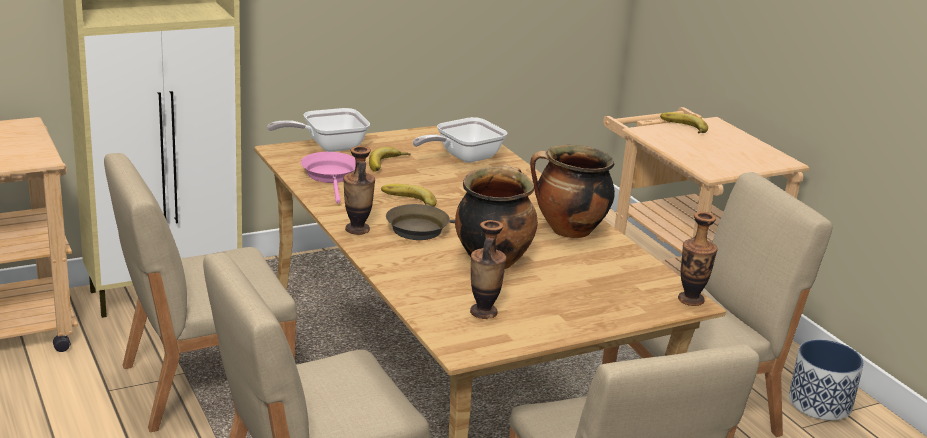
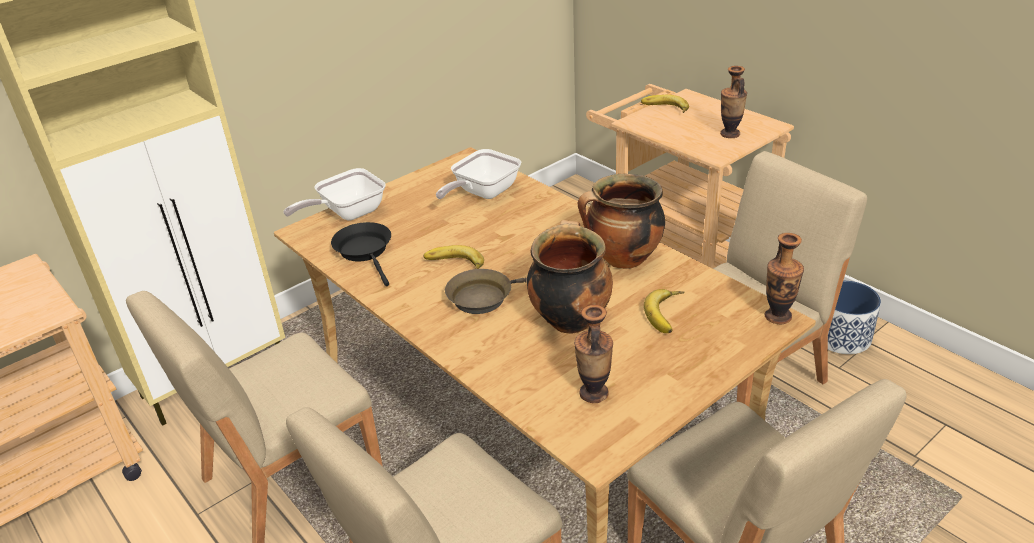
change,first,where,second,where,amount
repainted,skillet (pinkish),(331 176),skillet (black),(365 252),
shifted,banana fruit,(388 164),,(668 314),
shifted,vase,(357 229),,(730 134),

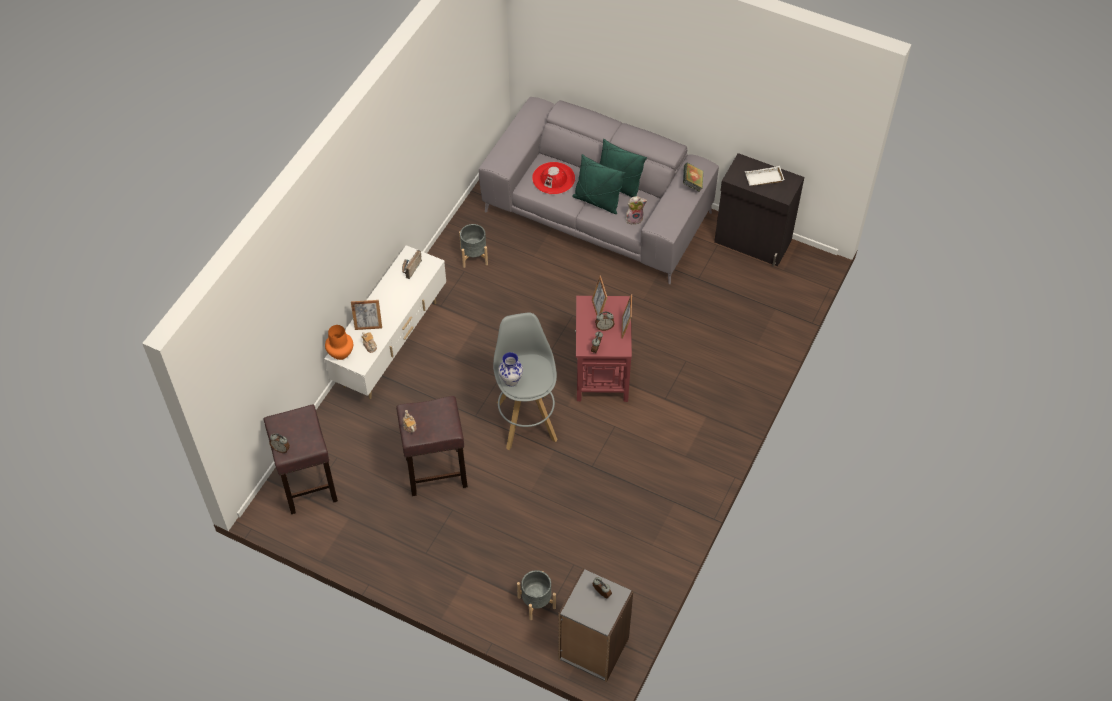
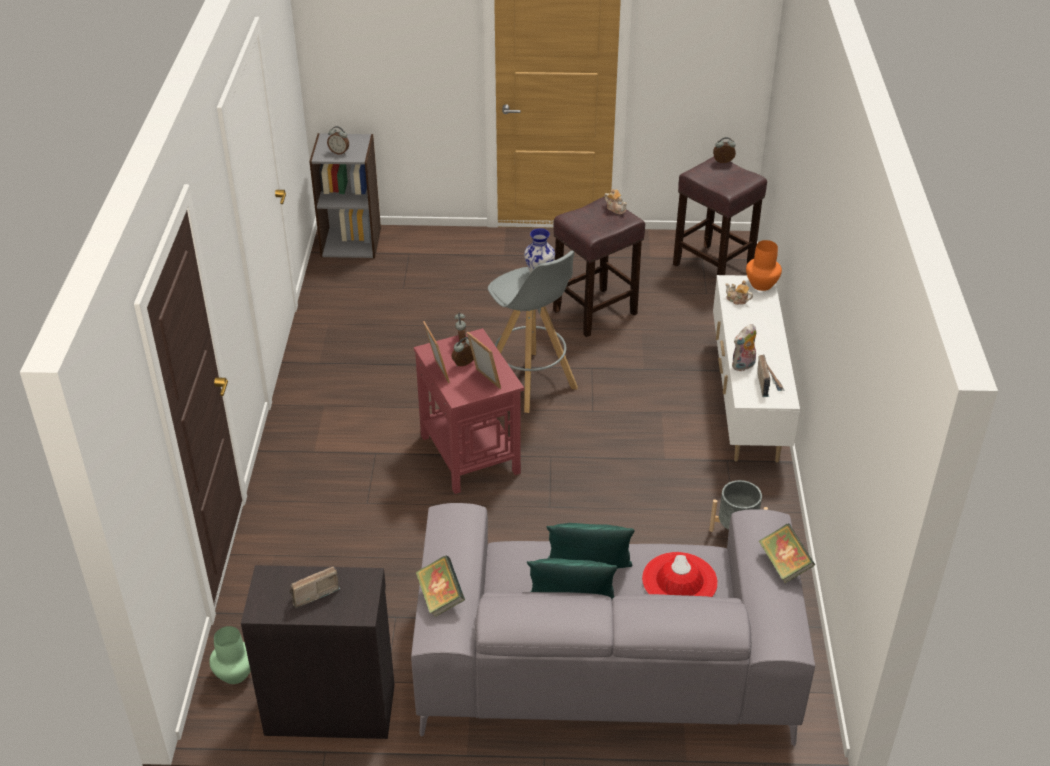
change,first,where,second,where,amount
new,,,vase (green),(234 673),
swapped,tray (white),(763 179),radio set,(312 593),
shifted,soft toy,(634 219),,(743 366),
new,,,bound book,(784 564),
gone,picture frame,(368 325),,,
gone,flower pot (gray),(536 602),,,

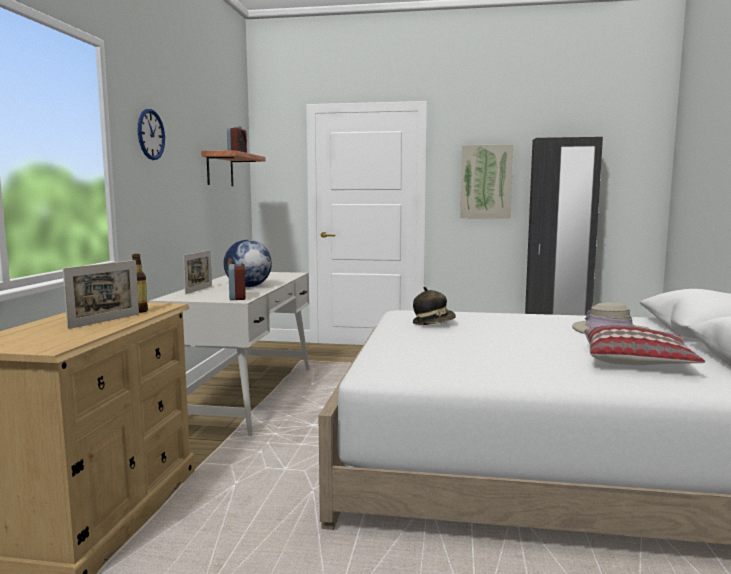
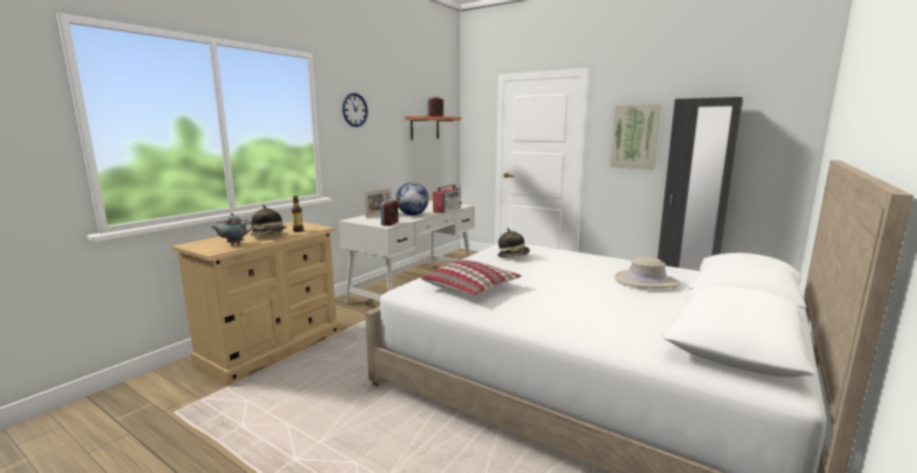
change,first,where,second,where,amount
new,,,teapot,(234 244),
swapped,picture frame,(105 321),clothing hat,(269 236),
shifted,throw pillow,(637 361),,(471 288),
new,,,radio set,(447 209),

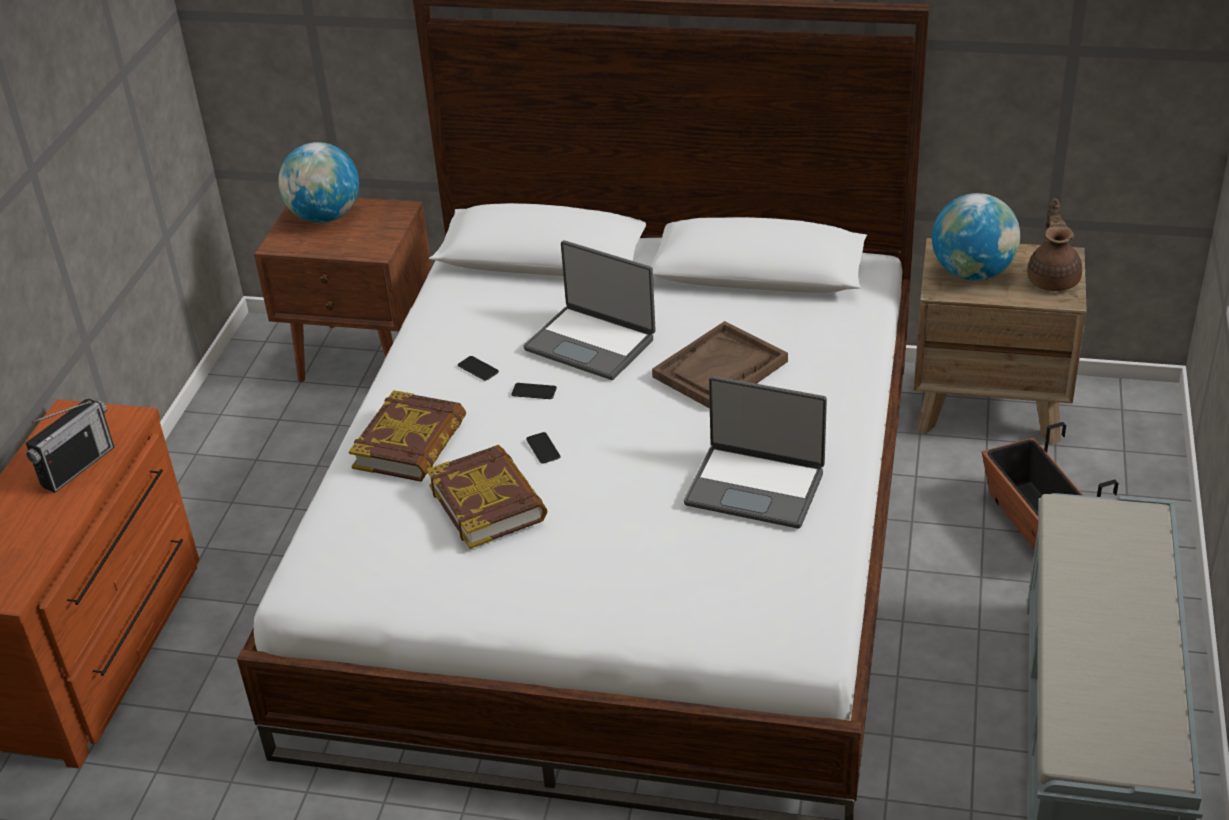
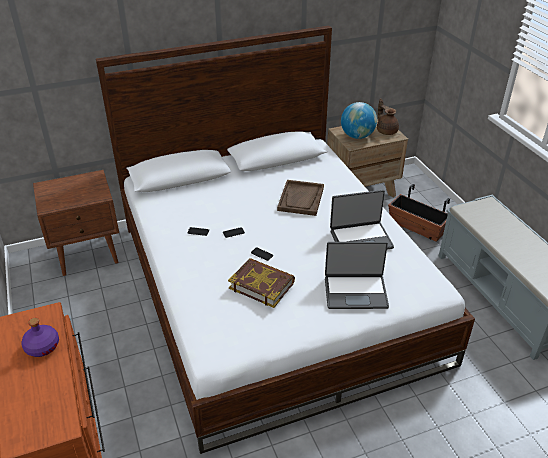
change,first,where,second,where,amount
swapped,radio set,(77 466),bottle (purple),(42 346),
shifted,portable computer,(591 343),,(355 292),
gone,desk globe,(325 217),,,
gone,bound book,(411 444),,,

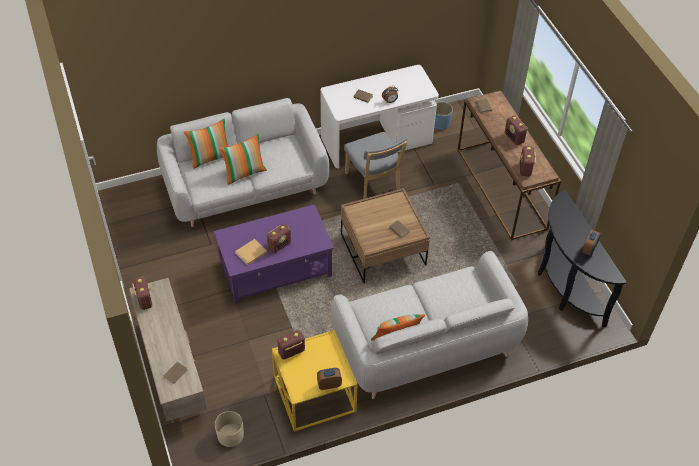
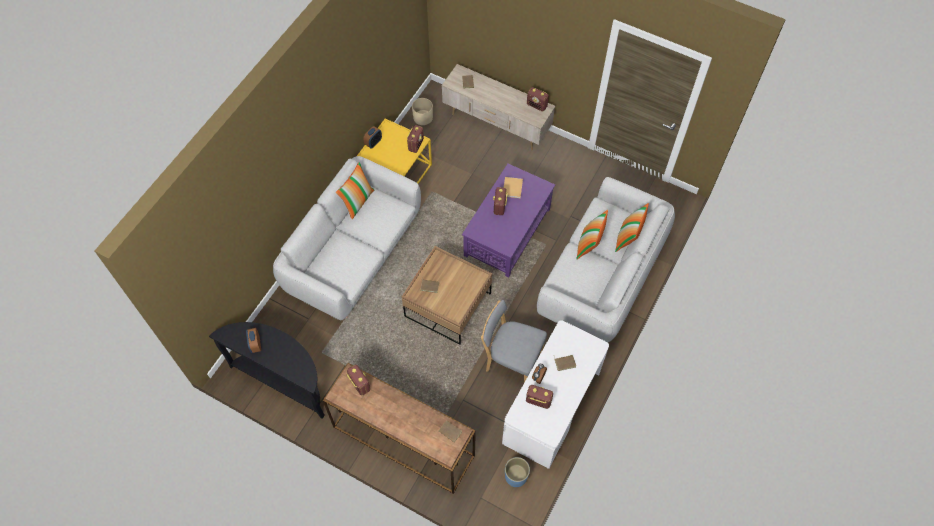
change,first,where,second,where,amount
shifted,radio set,(514 138),,(538 401),

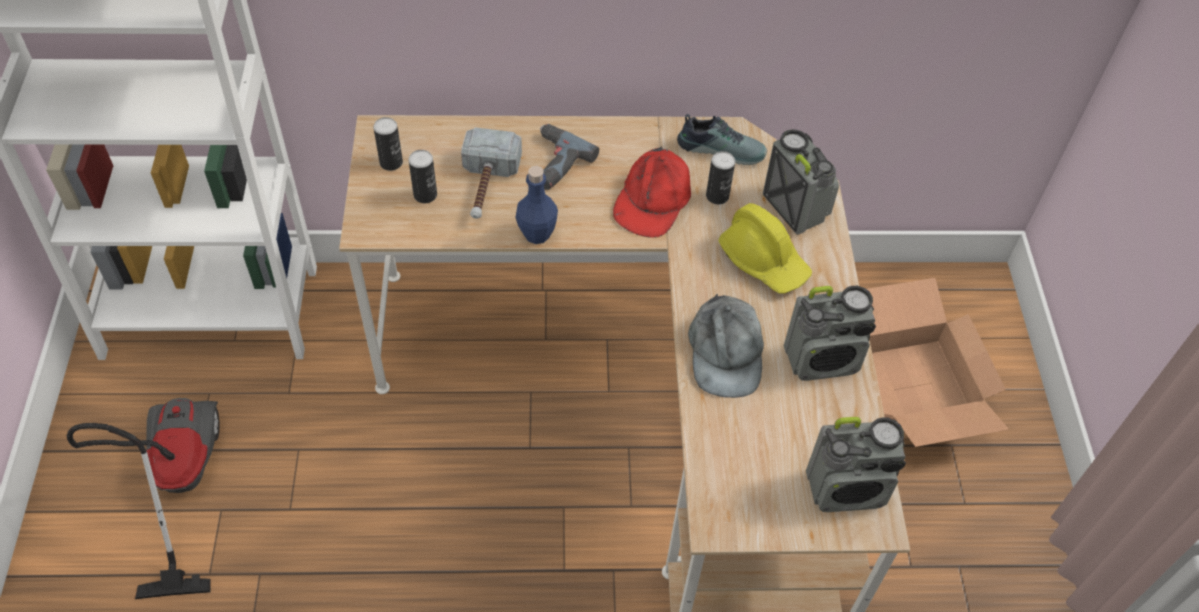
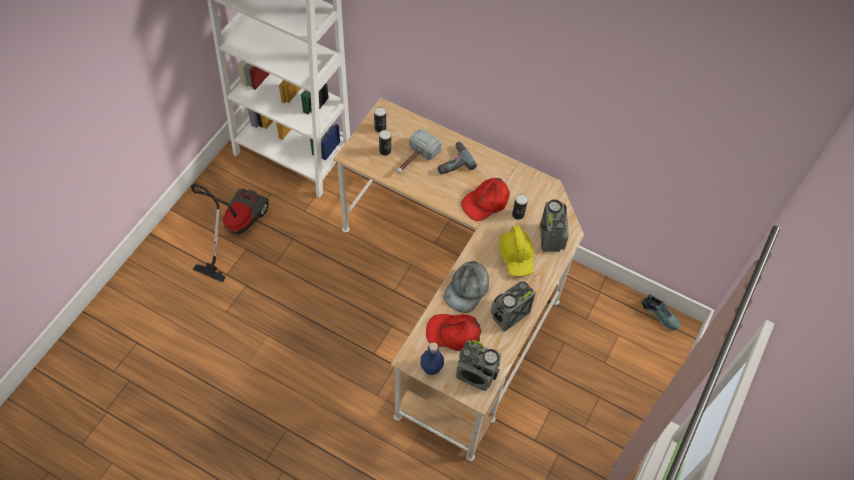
change,first,where,second,where,amount
shifted,bottle (blue),(537 234),,(431 368),
new,,,cap (red-coloured),(453 333),
rotated,radio set,(822 360),,(509 315),120 degrees clockwise
shifted,item of footwear,(721 148),,(661 314),
gone,carton,(915 387),,,

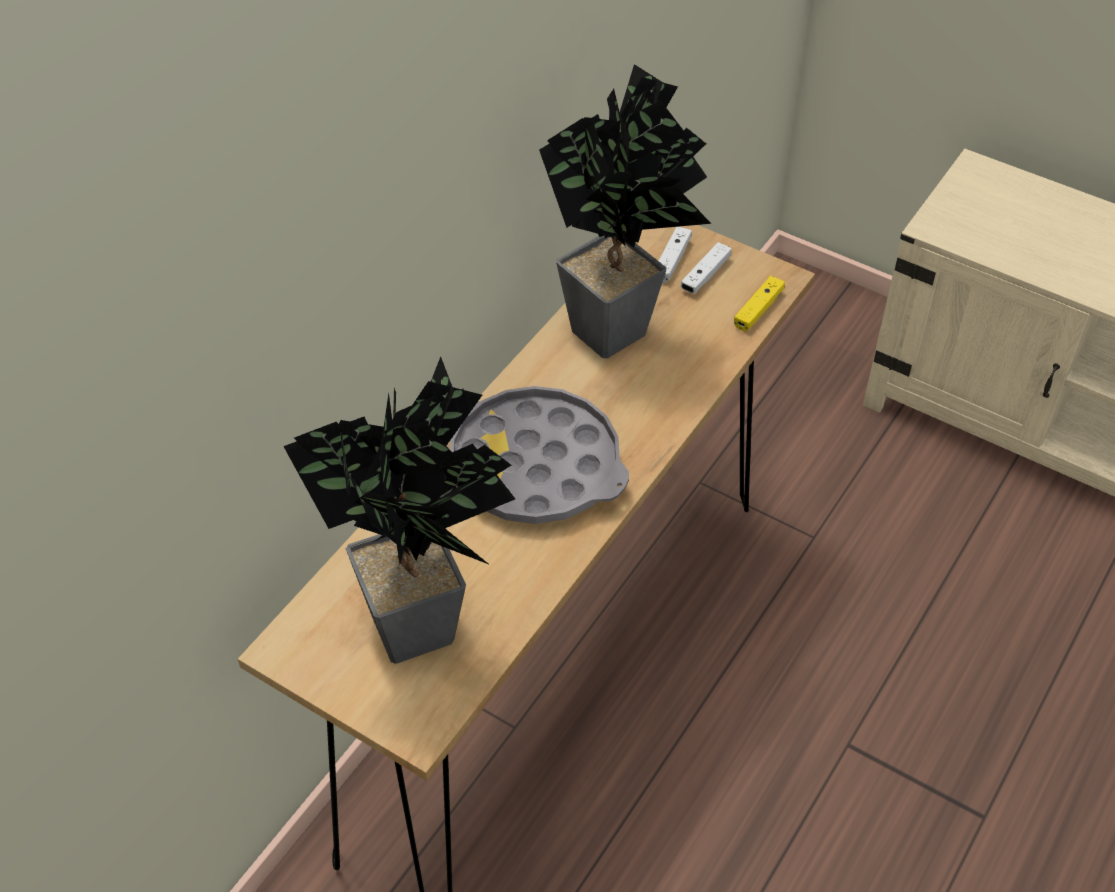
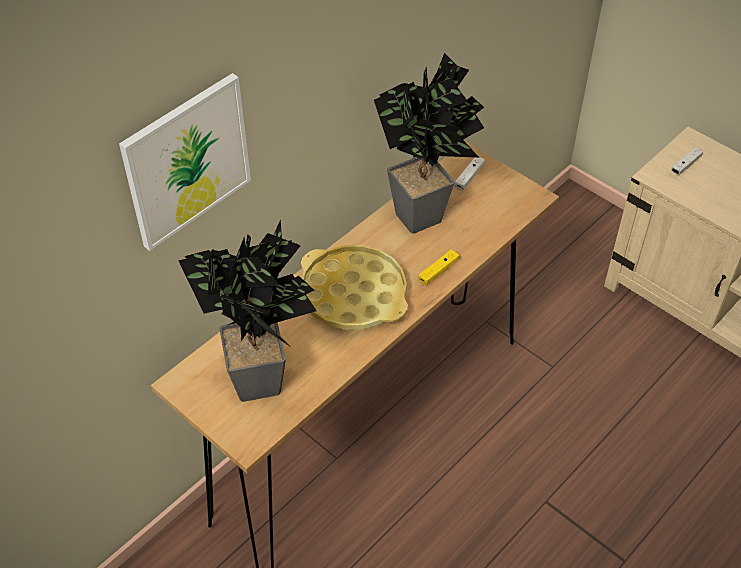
change,first,where,second,where,amount
new,,,wall art,(187 161),
repainted,tray (gray),(535 466),tray (yellowish),(353 294),
shifted,joypad (yellowish),(758 309),,(438 271),
shifted,joypad (white),(705 275),,(685 165),

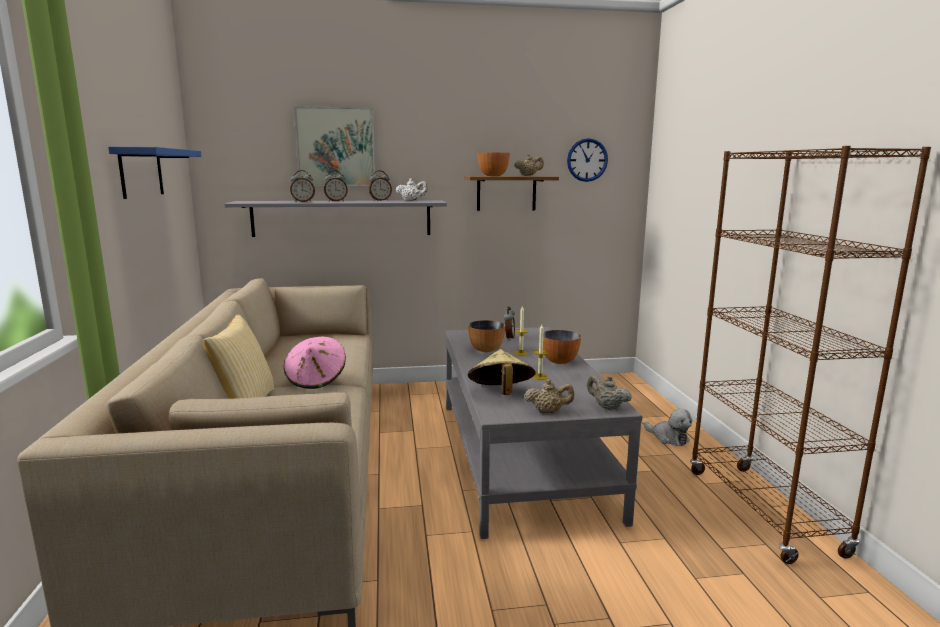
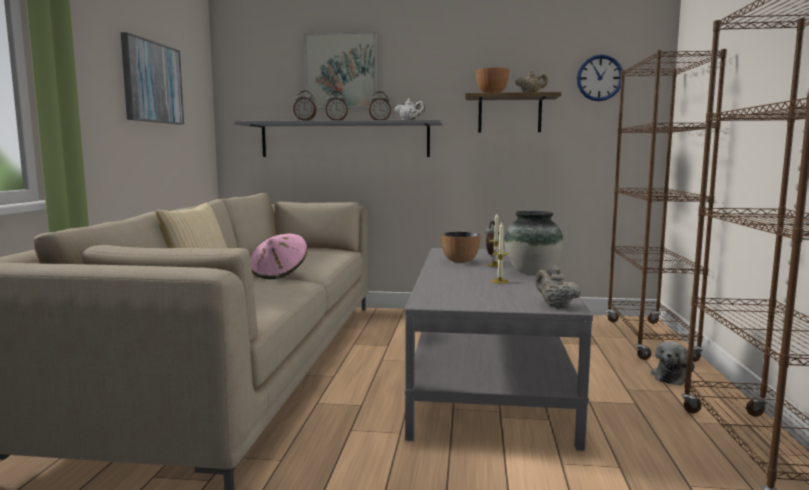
change,first,where,second,where,amount
swapped,shelf (blue),(141 172),wall art,(152 82),
swapped,deep dish,(559 361),vase,(532 272),
new,,,bookcase (brown-coloured),(649 340),
rotated,soft toy,(668 438),,(671 376),60 degrees clockwise
gone,clothing hat (beige-coloured),(500 394),,,
gone,teapot (beige-coloured),(548 412),,,

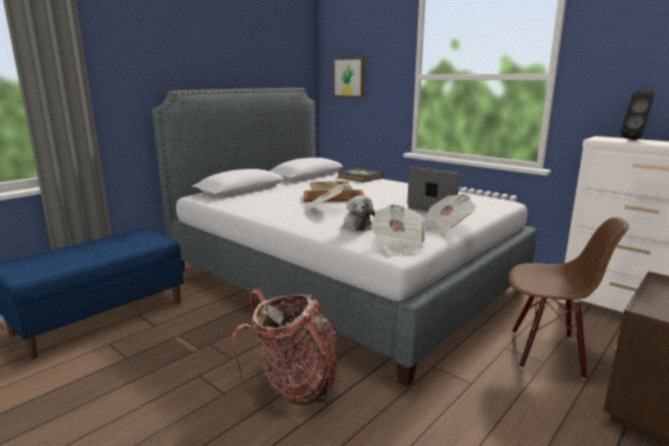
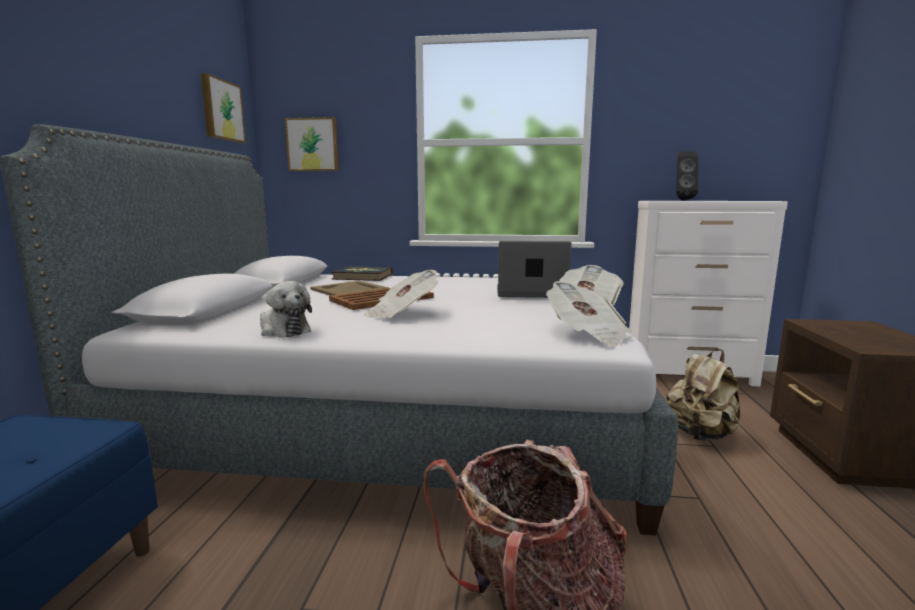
change,first,where,second,where,amount
new,,,wall art,(221 110),
shifted,soft toy,(357 225),,(283 330),
swapped,plain chair (brown-coloured),(547 352),backpack (beige-coloured),(700 434),

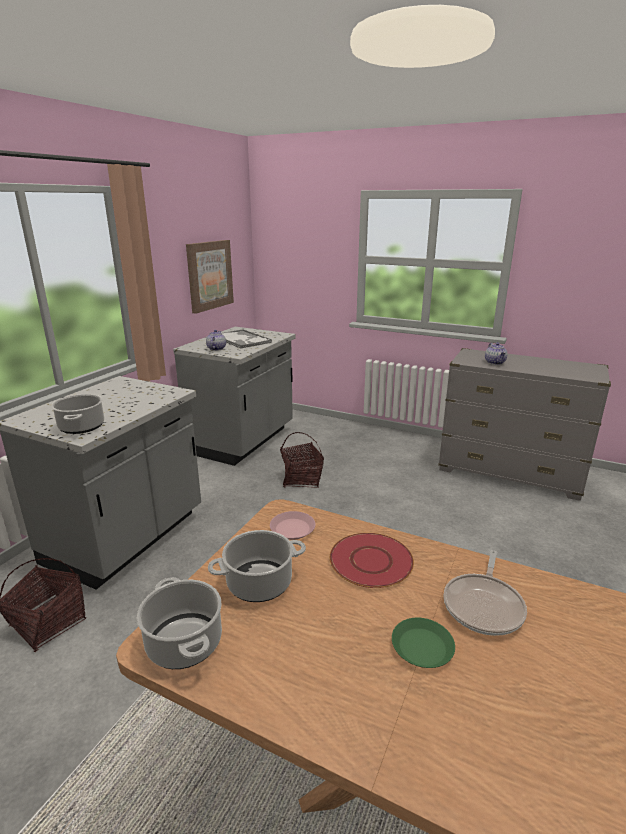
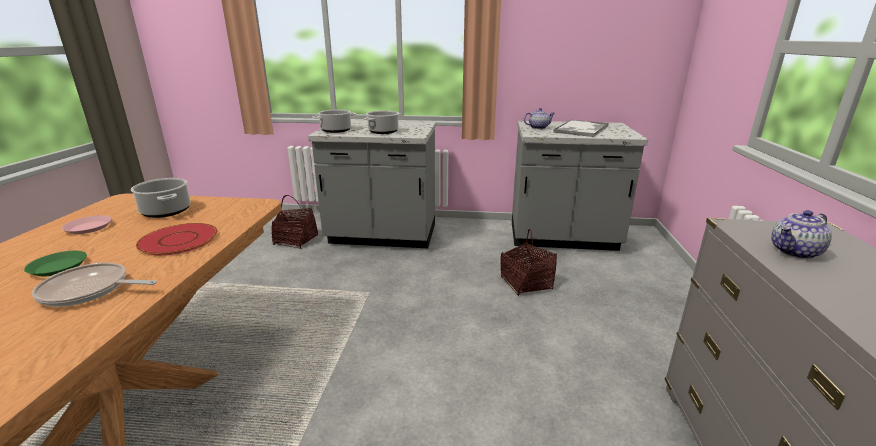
change,first,where,second,where,amount
shifted,flat dish (pinkish),(292 529),,(89 227),
shifted,cooking pot,(183 642),,(383 131),
gone,wall art,(209 275),,,

